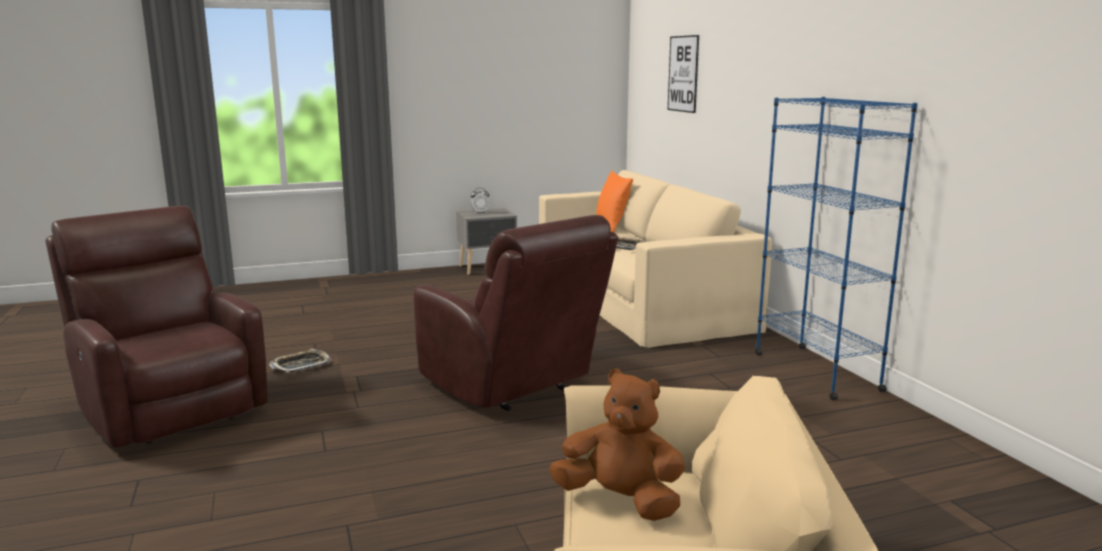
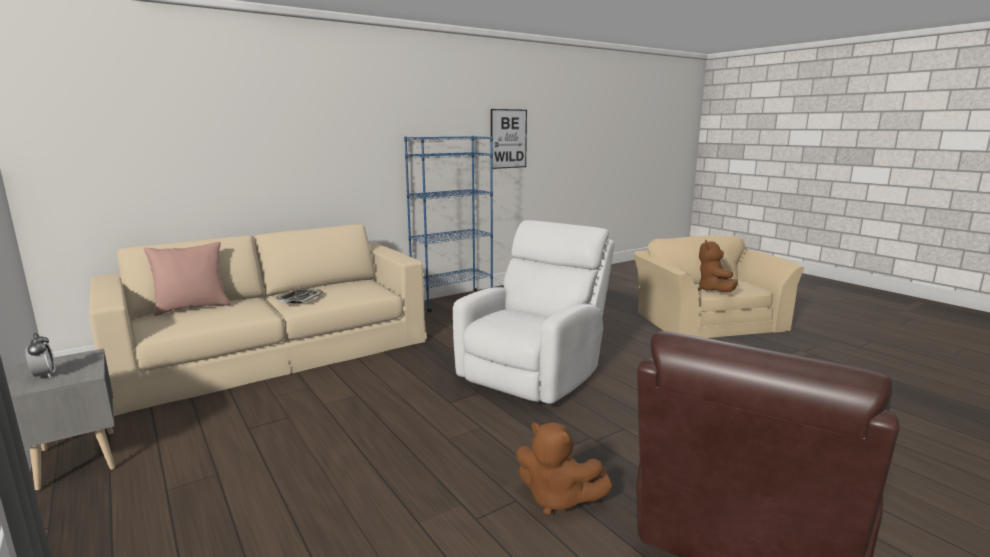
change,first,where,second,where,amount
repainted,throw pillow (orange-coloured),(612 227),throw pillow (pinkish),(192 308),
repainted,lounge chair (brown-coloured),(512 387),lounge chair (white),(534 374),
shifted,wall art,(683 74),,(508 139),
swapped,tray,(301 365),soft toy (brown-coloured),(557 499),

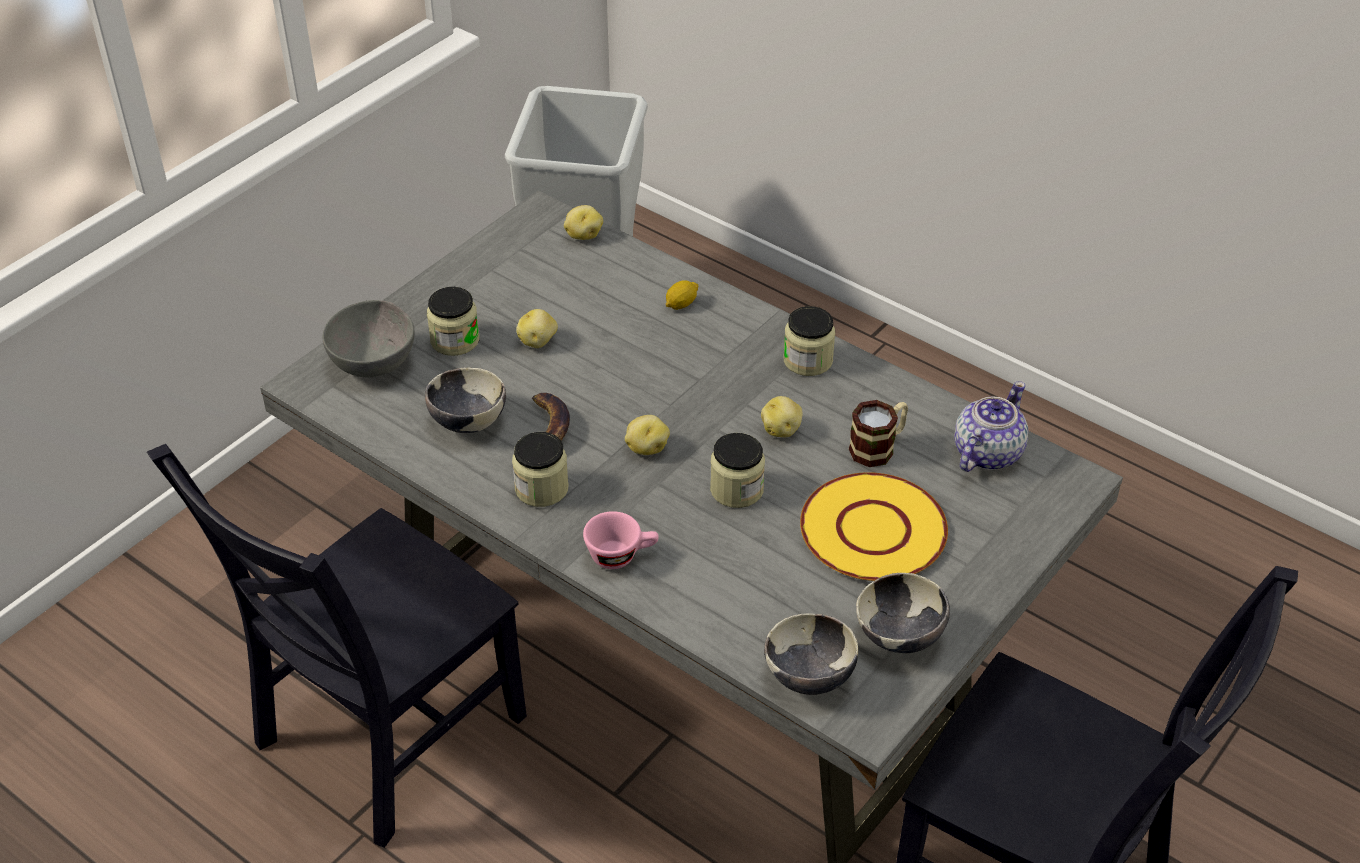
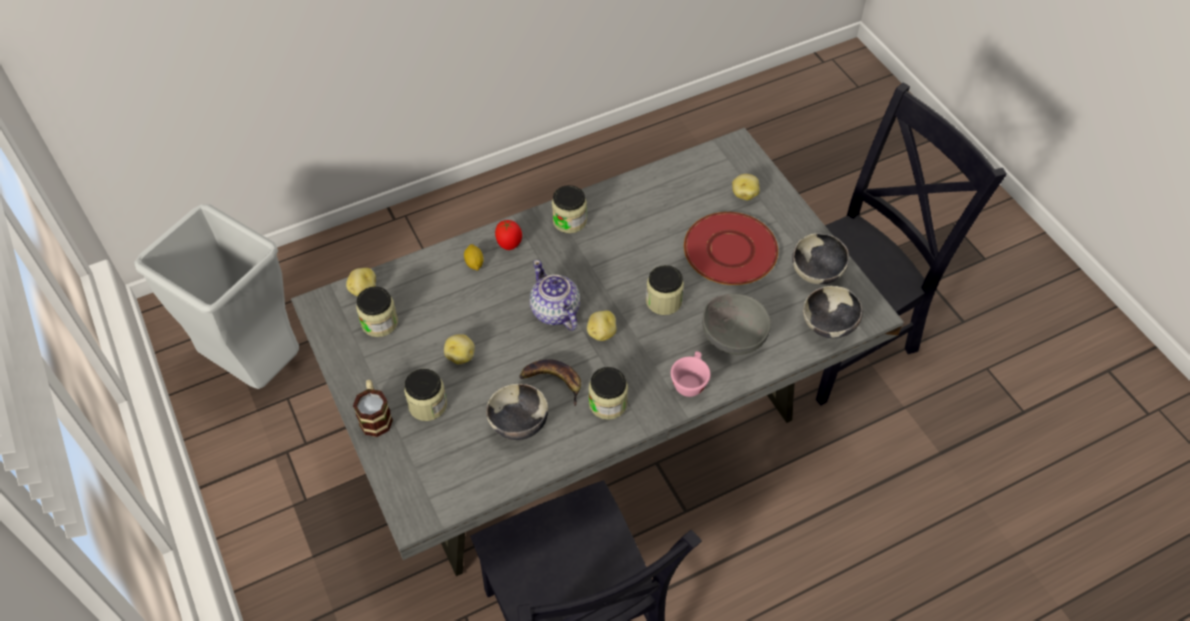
change,first,where,second,where,amount
shifted,mug,(878 447),,(375 416),
new,,,preserve jar,(379 322),
new,,,whole tomato,(509 245),
shifted,teapot,(986 453),,(555 311),
repainted,flat dish (yellowish),(873 530),flat dish (red-coloured),(731 250),
shifted,deep dish (gray),(375 361),,(733 336),
shifted,potato,(781 429),,(744 194),

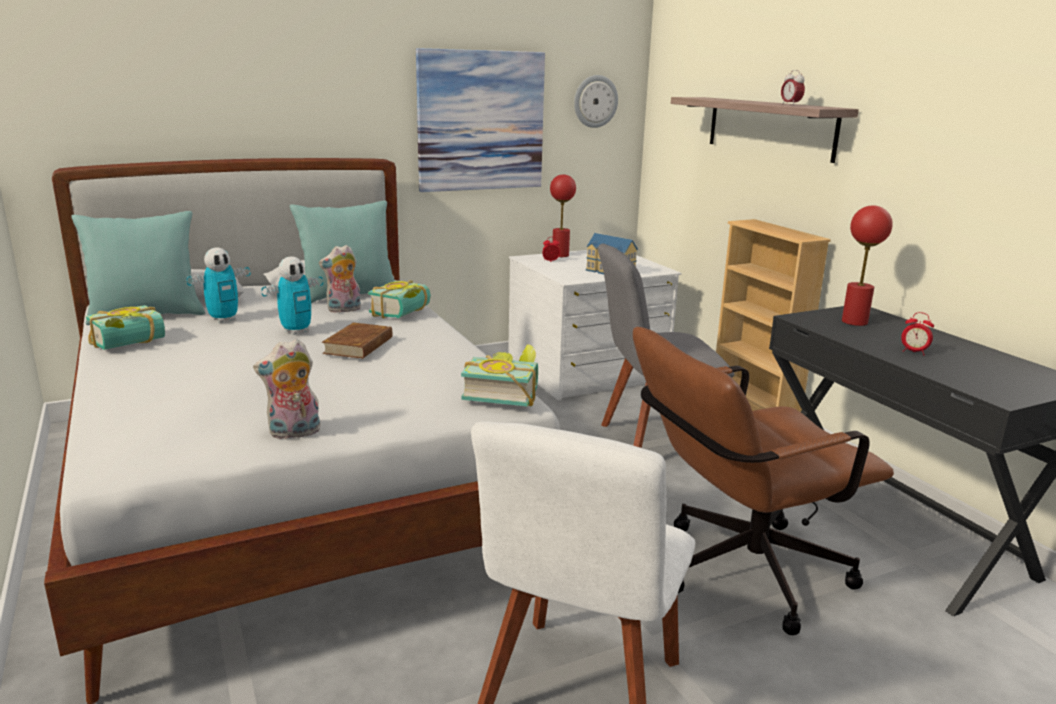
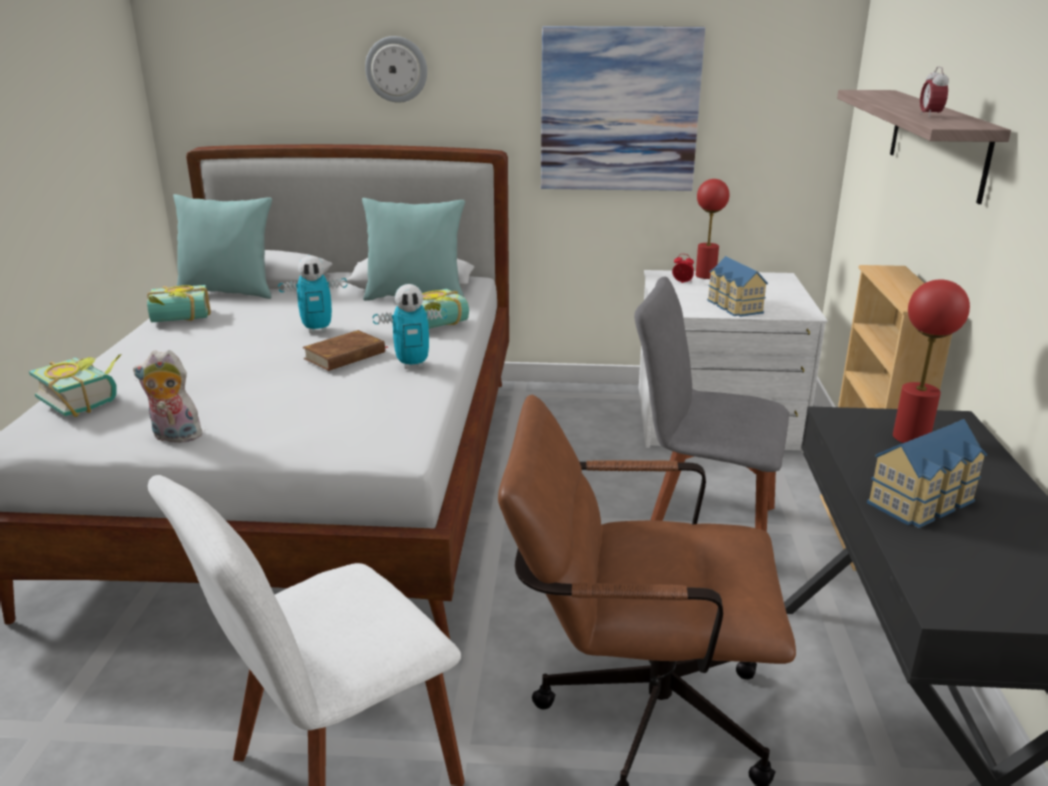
change,first,where,second,where,amount
shifted,bound book,(502 394),,(86 399),
shifted,hanging clock,(595 101),,(396 69),
shifted,model robot,(224 320),,(413 365),
swapped,table clock,(913 352),toy house,(924 502),
gone,soft toy,(343 310),,,

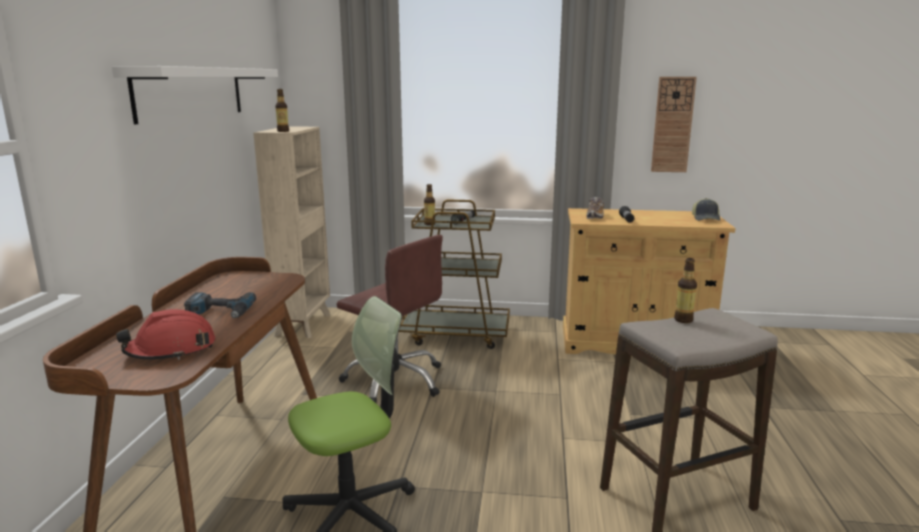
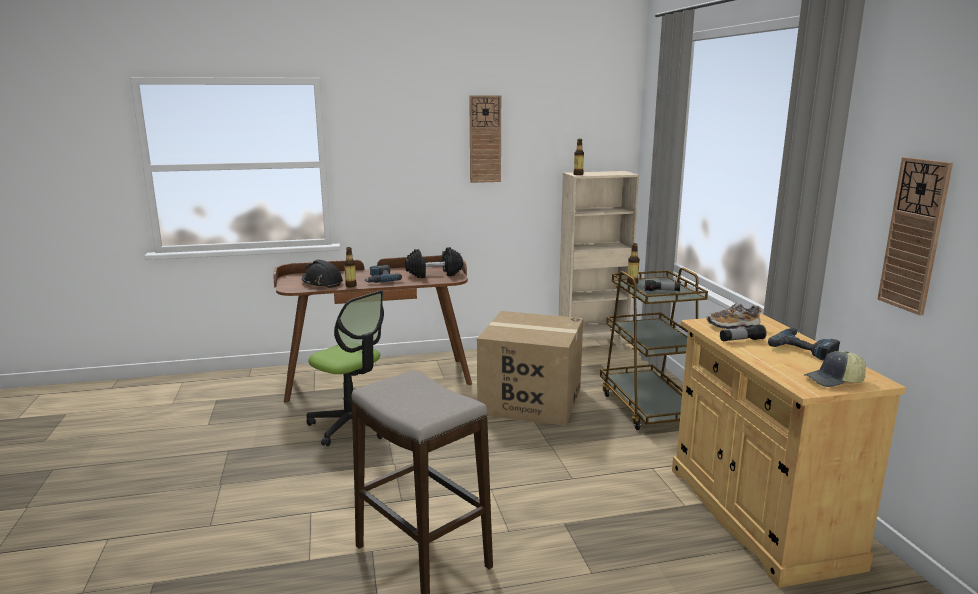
change,first,where,second,where,amount
repainted,work helmet (red-coloured),(171 350),work helmet (black),(322 283),
shifted,bottle,(683 320),,(351 286),
new,,,hand weight (black),(434 274),
swapped,shelf (white),(191 92),hanging clock,(485 139),
swapped,office chair (brown-coloured),(394 380),carton,(530 401),
new,,,drill,(805 348),

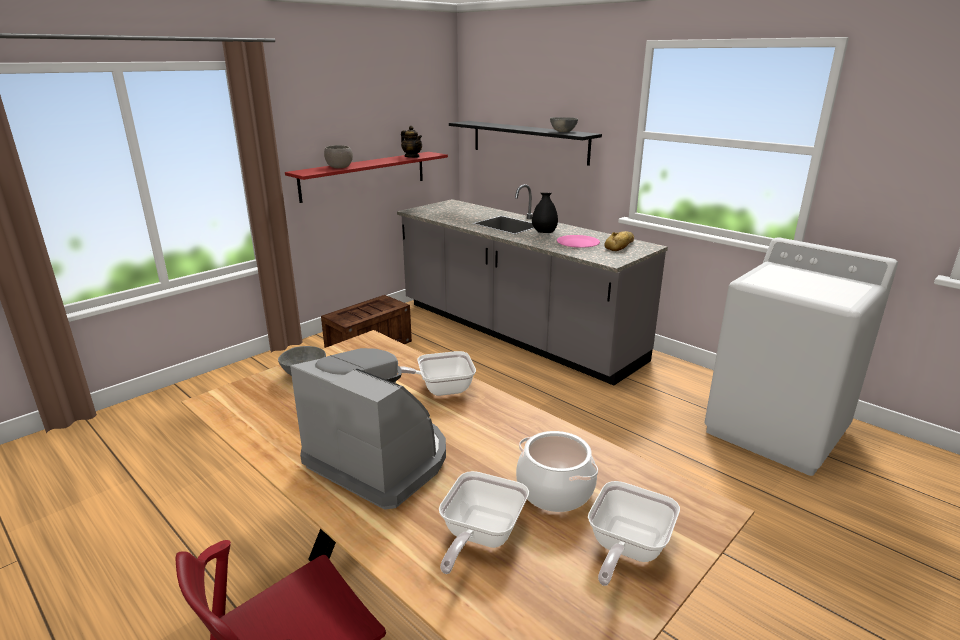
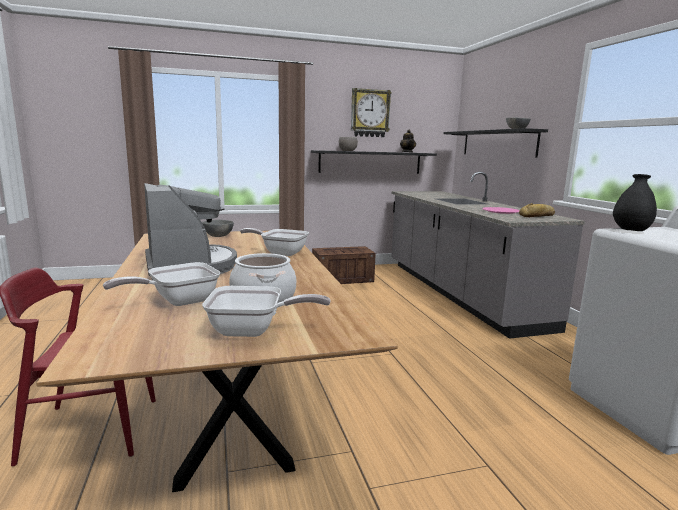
change,first,where,second,where,amount
rotated,skillet,(626 549),,(254 330),150 degrees counterclockwise
repainted,shelf (red-coloured),(364 175),shelf (black),(370 162),
new,,,hanging clock,(370 113),
shifted,vase (black),(544 233),,(631 231),

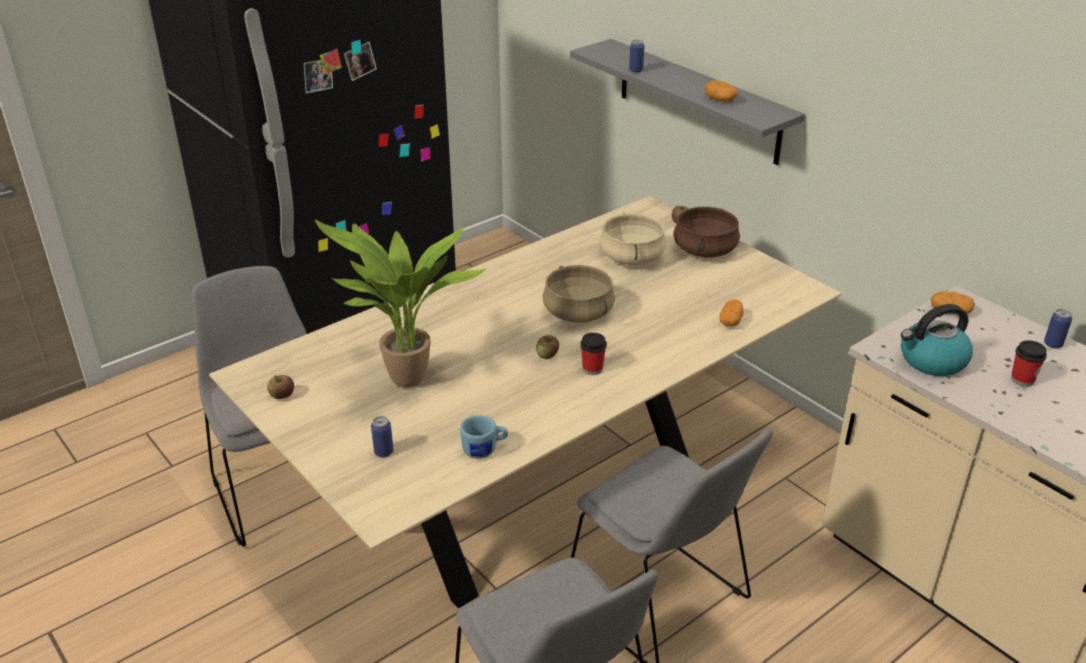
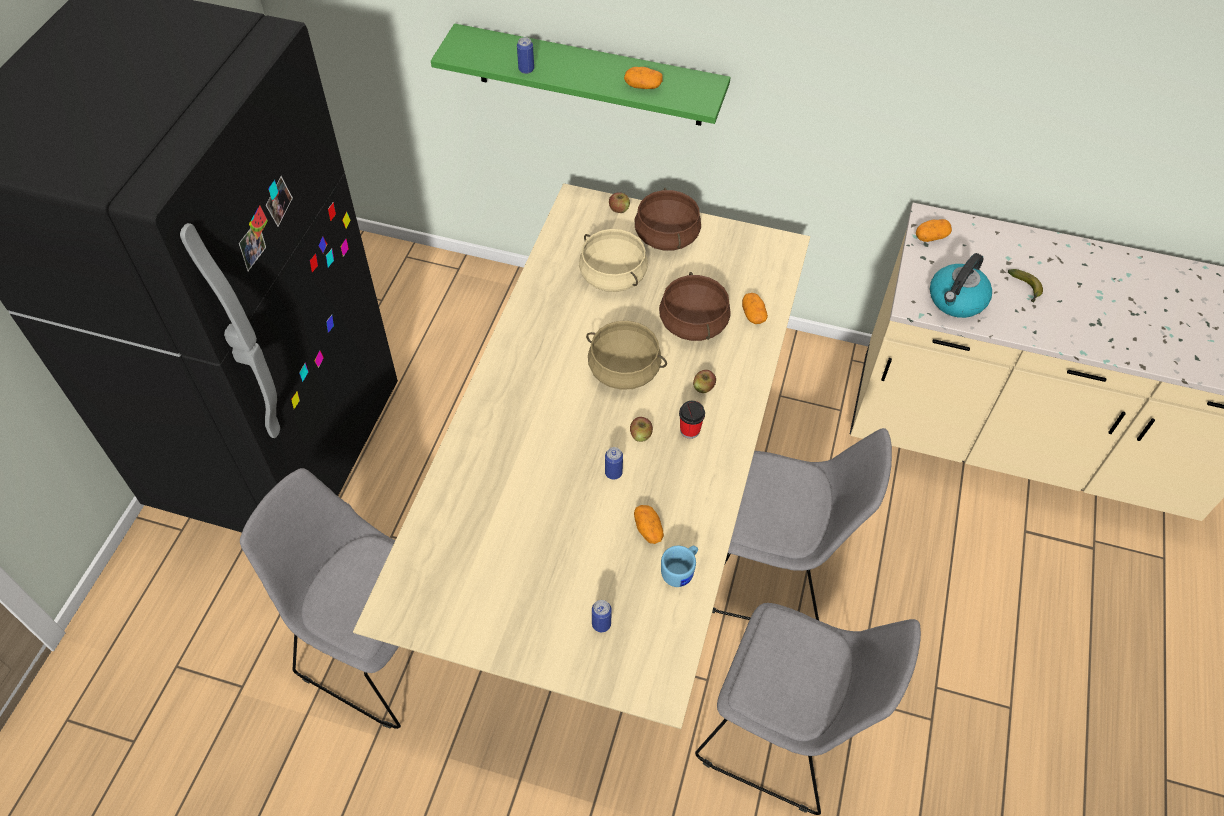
change,first,where,second,where,amount
repainted,shelf (gray),(698 101),shelf (green),(589 76),
shifted,sealed can,(1053 344),,(613 473),
new,,,potato,(648 529),
new,,,cooking pot (brown-coloured),(694 323),
shifted,apple fruit,(282 396),,(703 387),
swapped,cup,(1022 380),banana fruit,(1025 289),
gone,potted plant,(406 383),,,

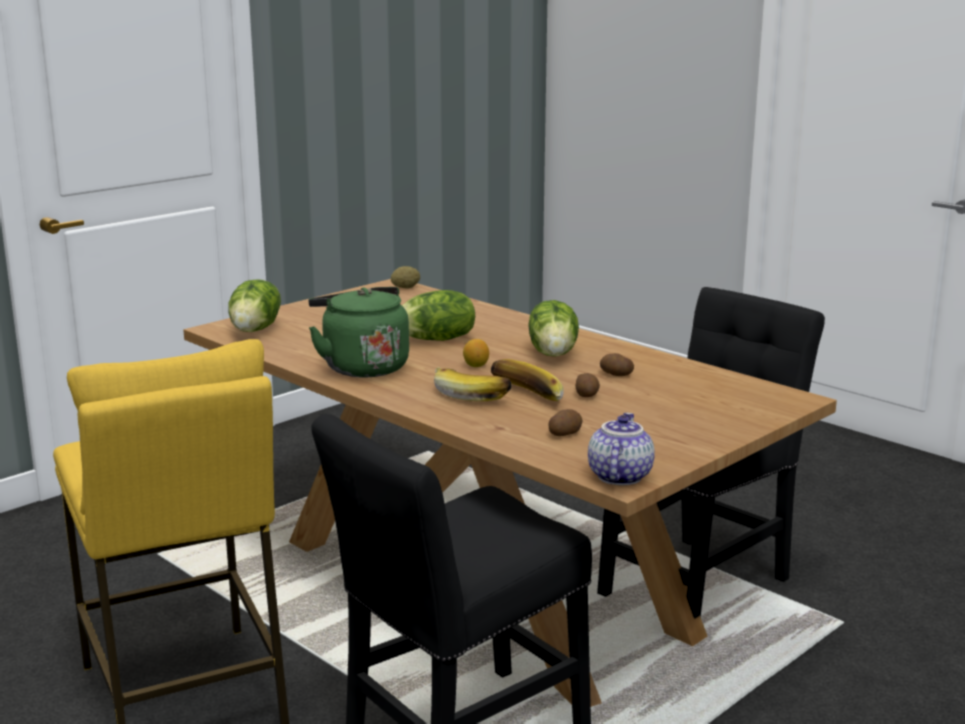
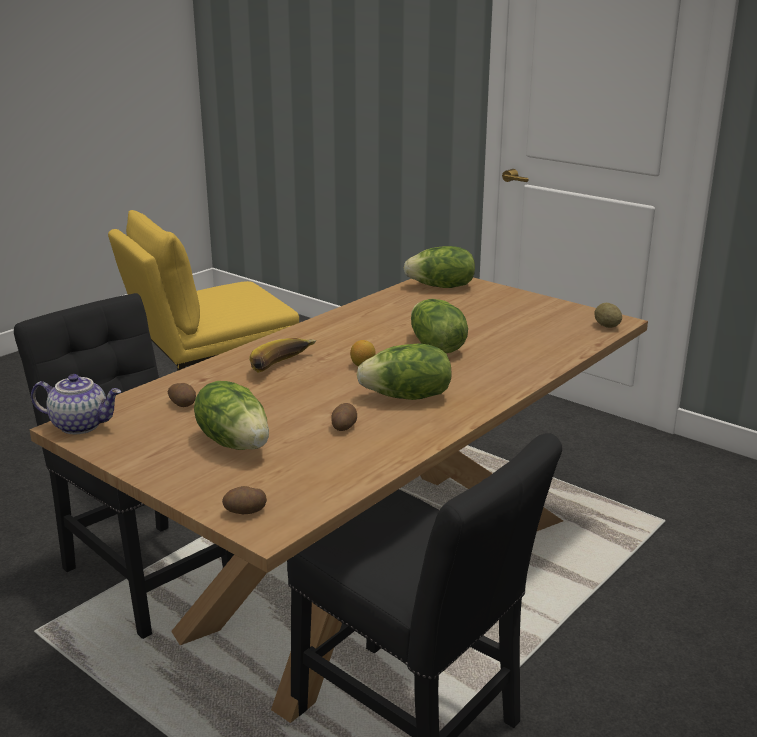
change,first,where,second,where,amount
new,,,lettuce,(235 442),
shifted,potato,(587 395),,(245 511),
gone,tea kettle (green),(362 367),,,
gone,banana fruit,(525 396),,,

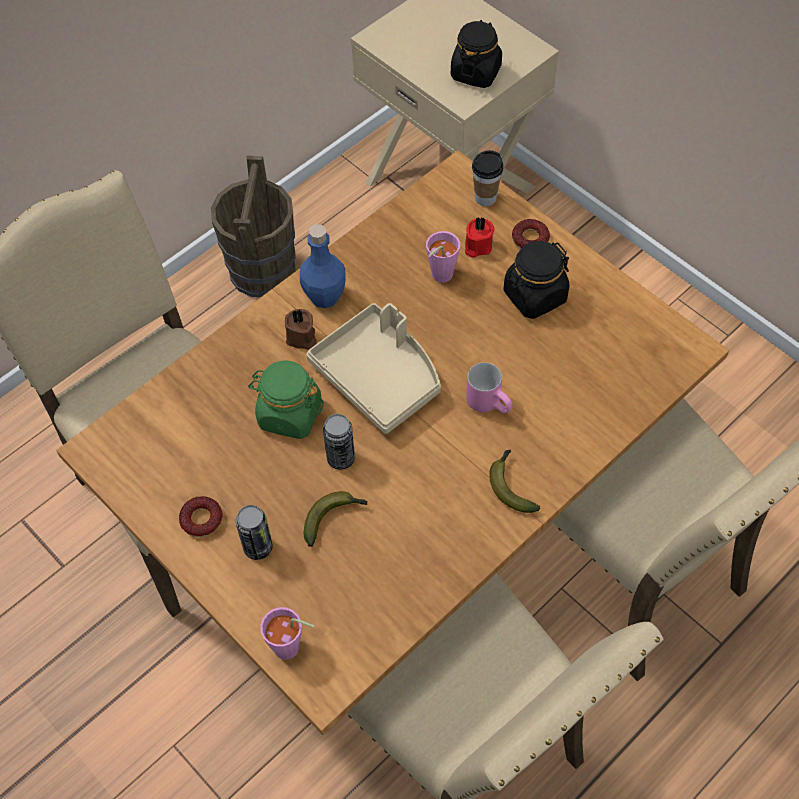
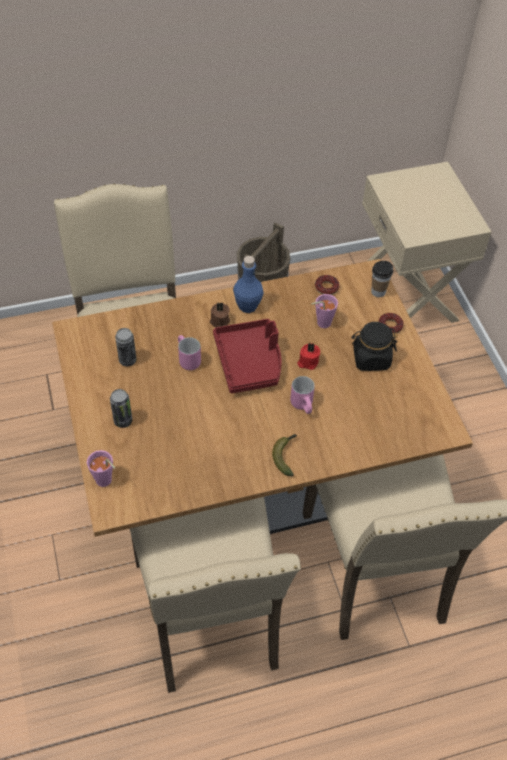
change,first,where,second,where,amount
shifted,sealed can,(341 458),,(127 360),
swapped,preserve jar (green),(289 414),mug (pinkish),(186 360),
repainted,tray (beige-coloured),(379 376),tray (red-coloured),(250 362),
shifted,wax light (red-coloured),(477 246),,(307 362),
shifted,doughnut,(201 519),,(326 287),
gone,banana fruit,(334 518),,,
gone,preserve jar (black),(476 72),,,

